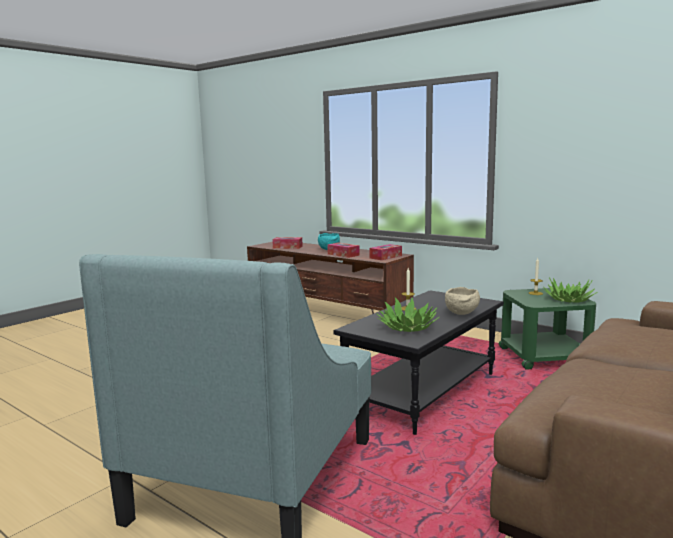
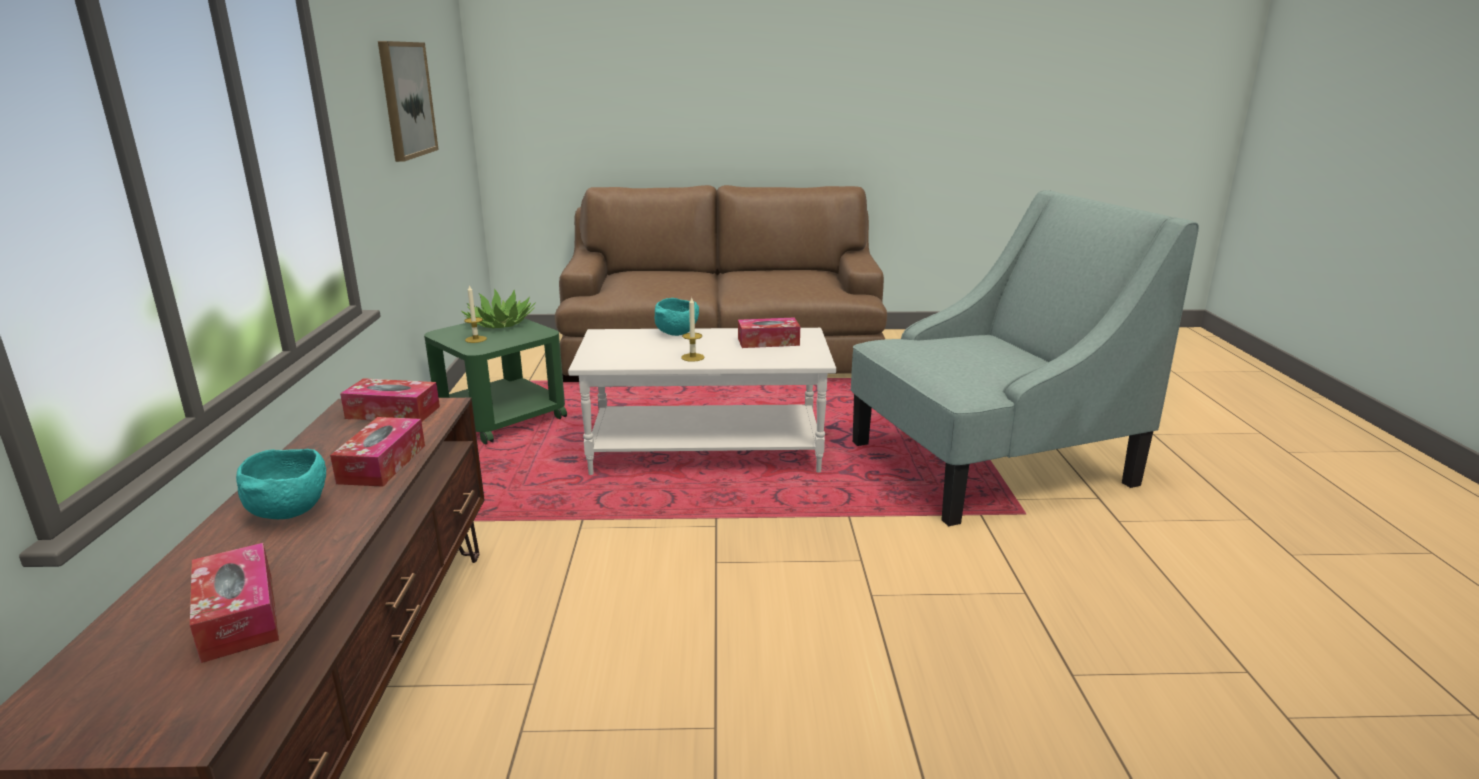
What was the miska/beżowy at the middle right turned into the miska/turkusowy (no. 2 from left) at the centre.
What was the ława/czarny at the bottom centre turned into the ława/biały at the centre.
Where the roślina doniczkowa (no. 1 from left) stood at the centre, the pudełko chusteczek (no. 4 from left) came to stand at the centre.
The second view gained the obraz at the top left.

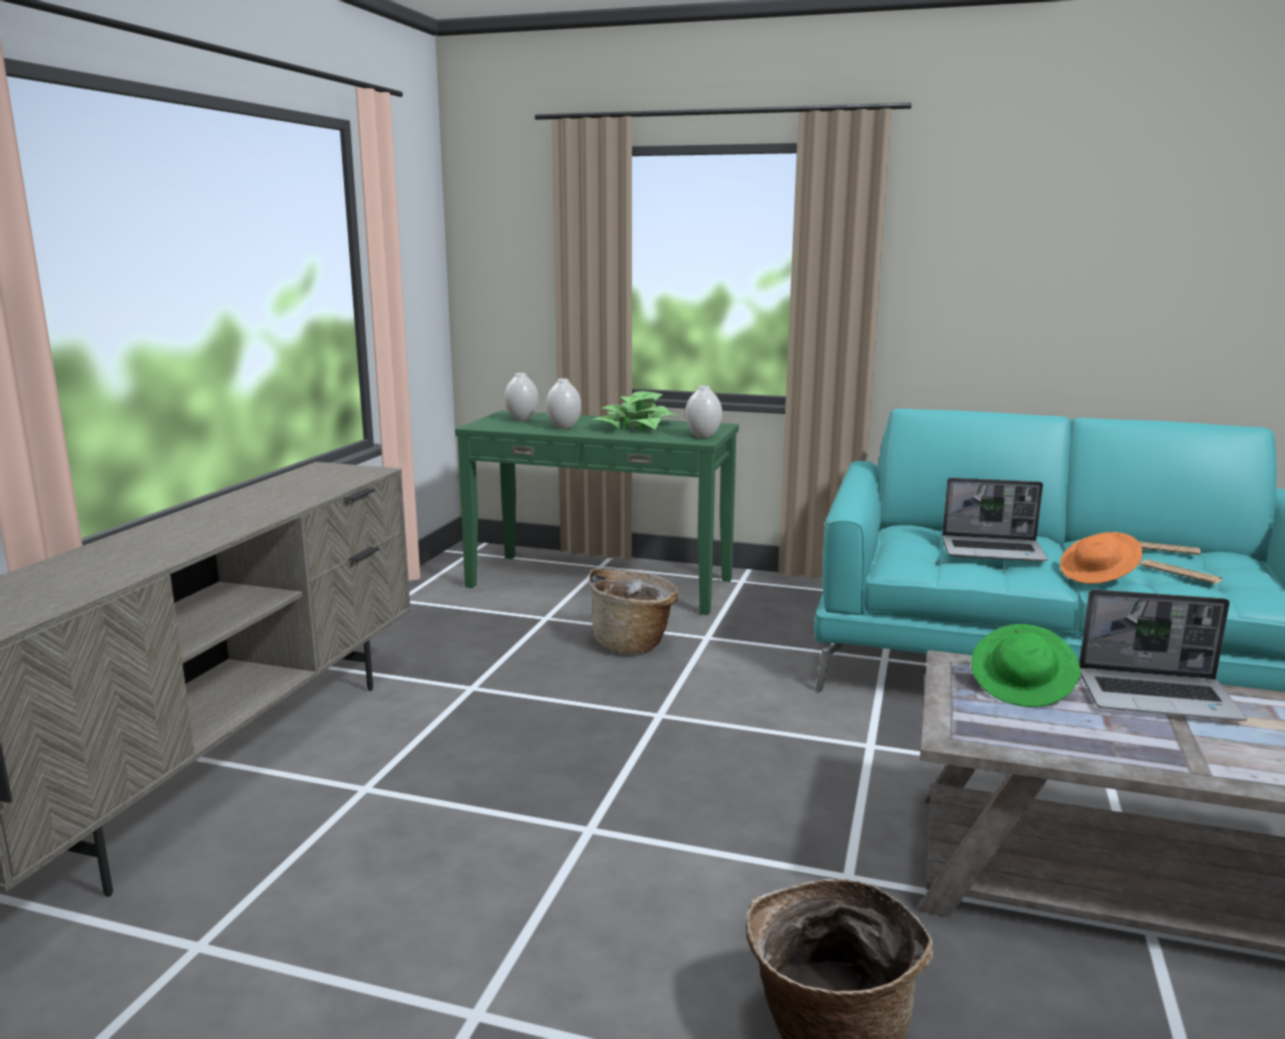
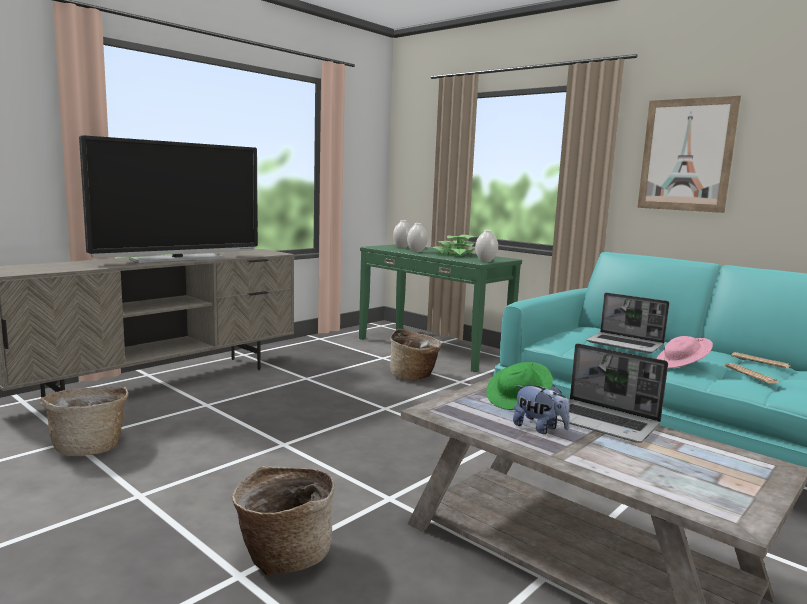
What was the kapelusz/pomarańczowy at the middle right turned into the kapelusz/różowy at the middle right.
The second view gained the obraz at the top right.
The second view gained the telewizor at the top left.
The second view gained the pluszak at the bottom right.
The second view gained the koszyk (no. 1 from left) at the bottom left.

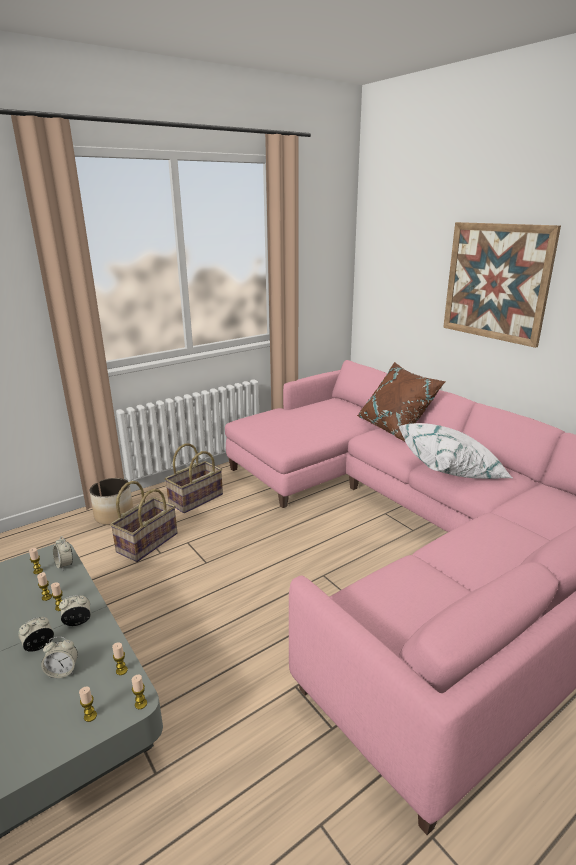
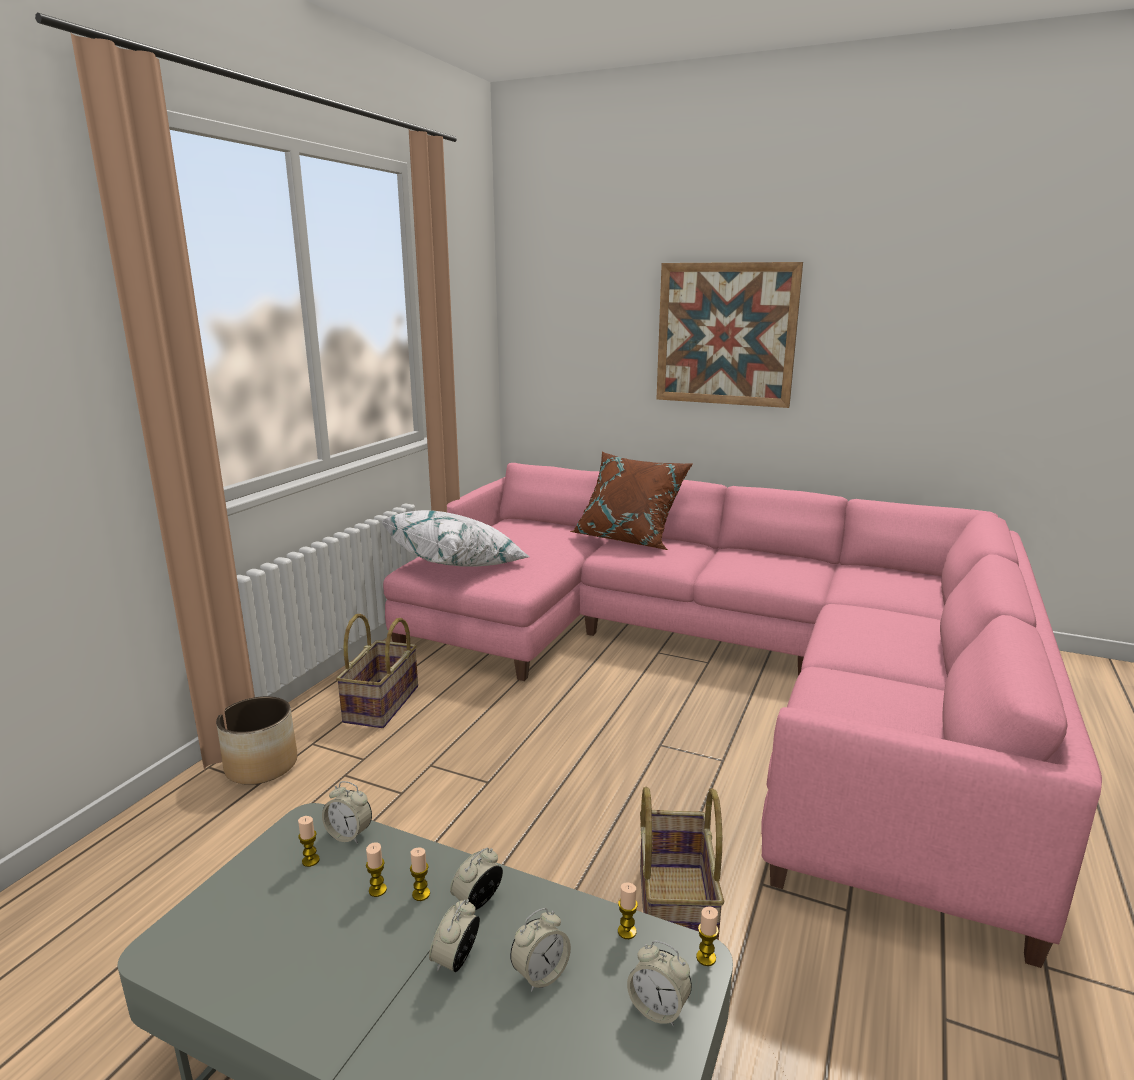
The poduszka/biały ended up elsewhere, having gone from the middle right to the centre.
The koszyk (no. 1 from left in the first image) ended up elsewhere, having gone from the middle left to the bottom centre.
Where the świeca (no. 4 from left) stood at the bottom left, the budzik (no. 5 from left) came to stand at the bottom centre.

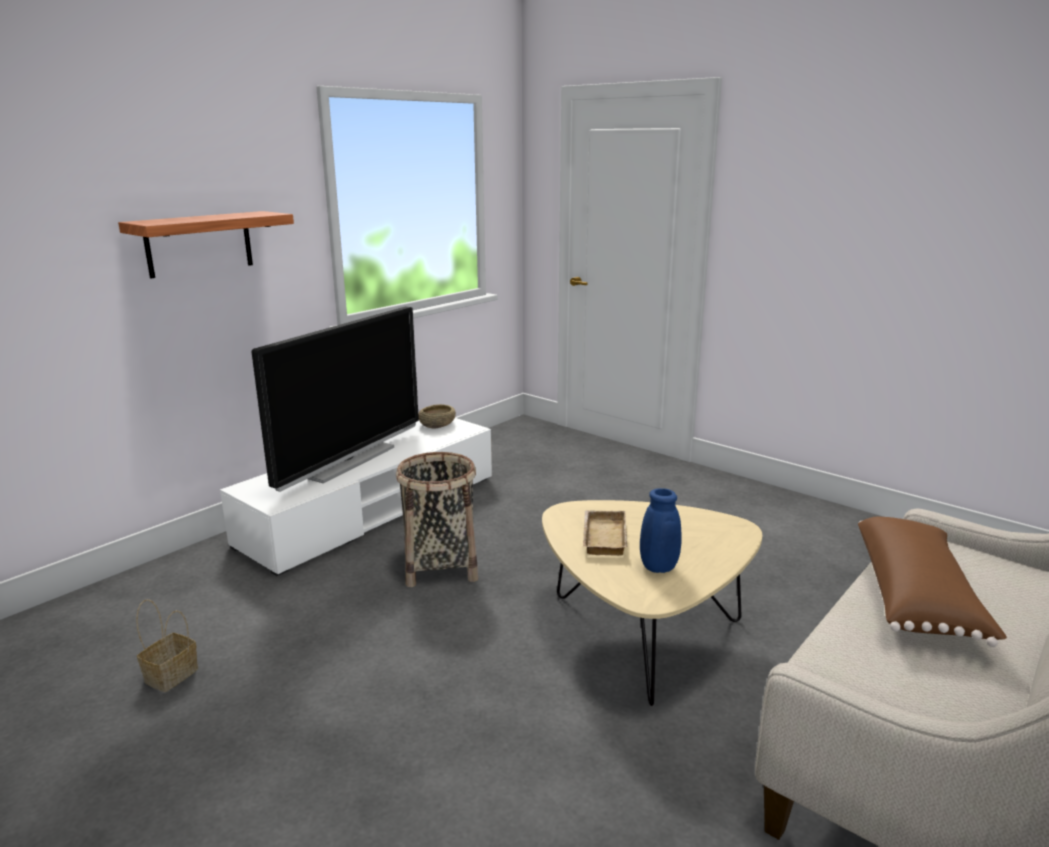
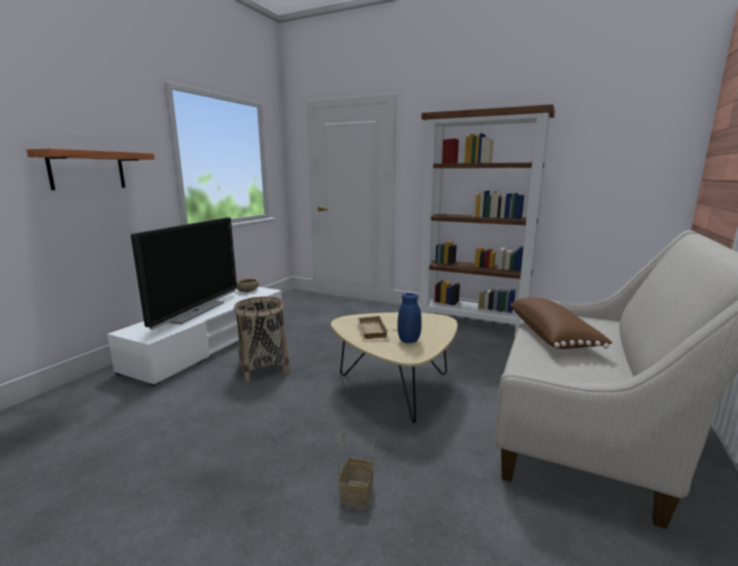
The koszyk (no. 1 from left in the first image) ended up elsewhere, having gone from the bottom left to the bottom centre.
The second view gained the regał/brązowy at the centre.

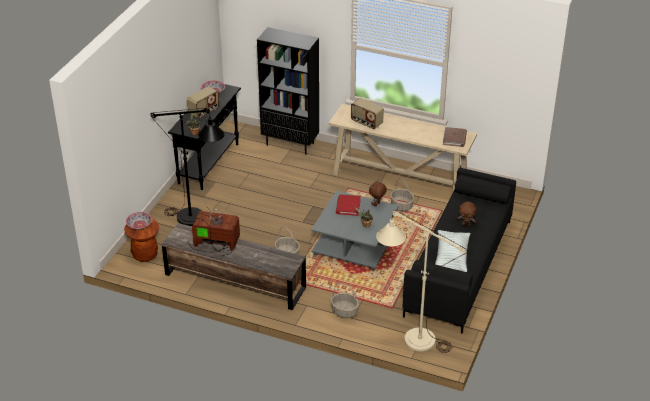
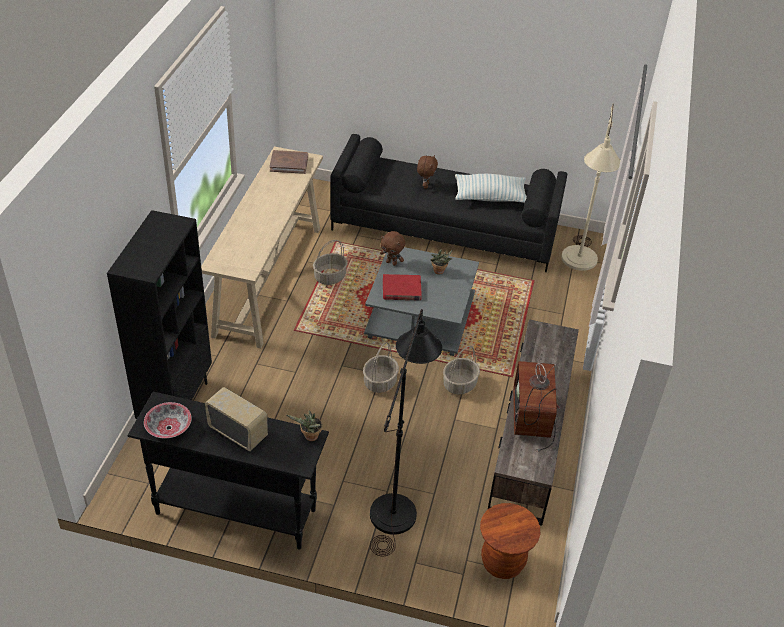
The second view lost the radio (no. 2 from left) at the top centre.
The second view lost the miska (no. 1 from left) at the middle left.
The koszyk (no. 2 from left) ended up elsewhere, having gone from the bottom centre to the centre.

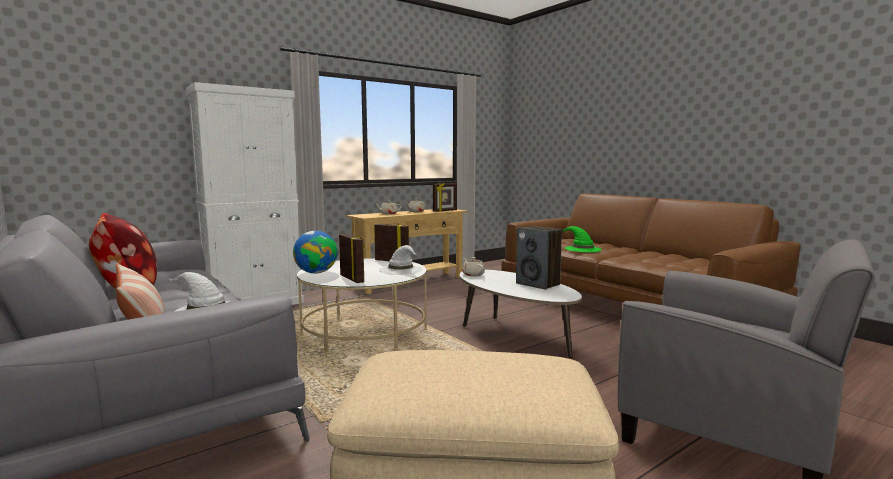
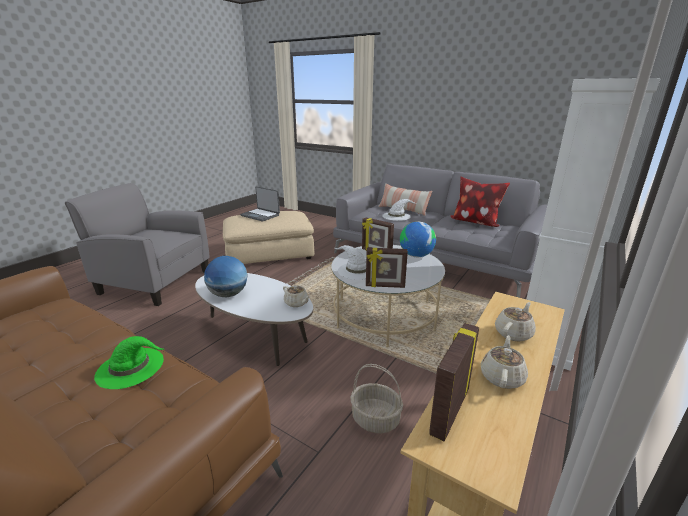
Where the głośnik stood at the centre, the globus (no. 1 from left) came to stand at the middle left.
The second view gained the laptop at the centre.
The second view gained the koszyk at the bottom centre.

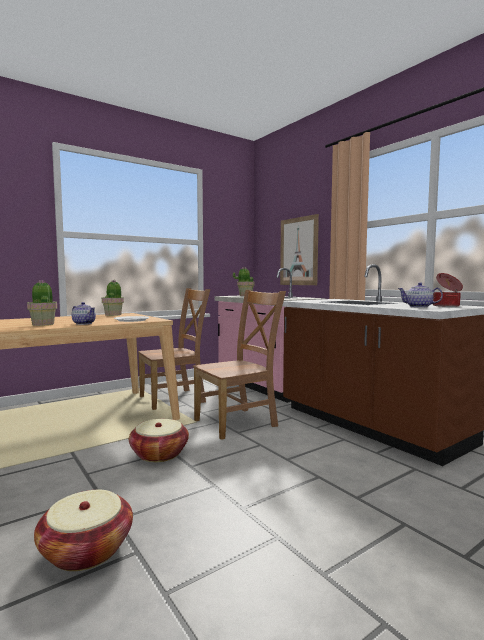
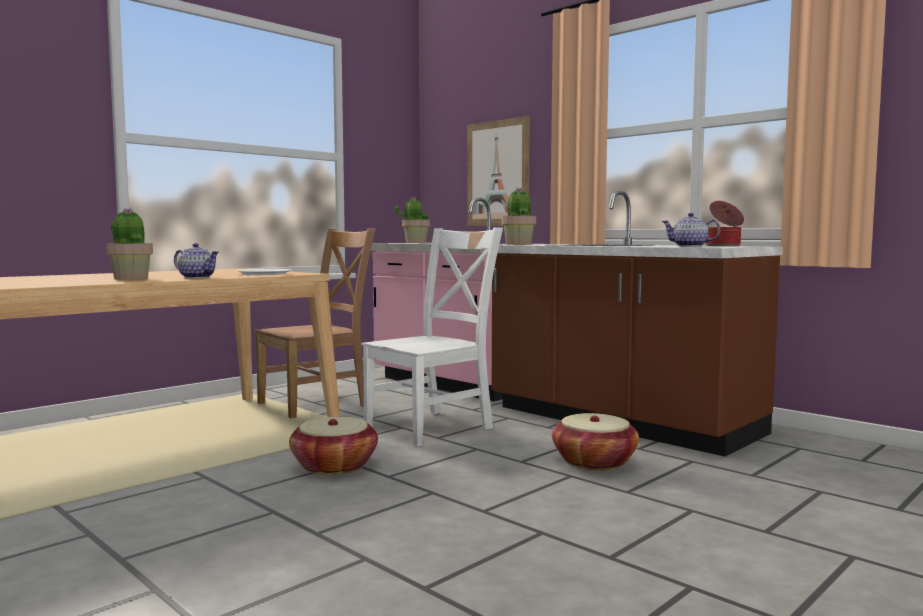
The roślina doniczkowa (no. 2 from left in the first image) ended up elsewhere, having gone from the middle left to the centre.
What was the krzesło/brązowy (no. 2 from left) at the centre turned into the krzesło/biały at the centre.
The koszyk (no. 1 from left in the first image) ended up elsewhere, having gone from the bottom left to the bottom centre.

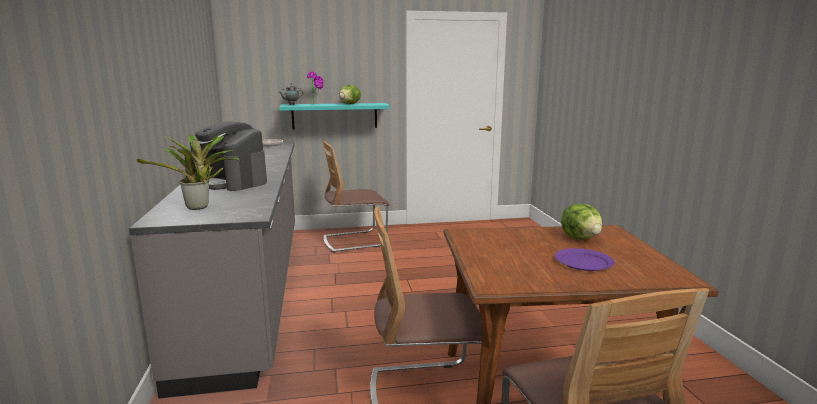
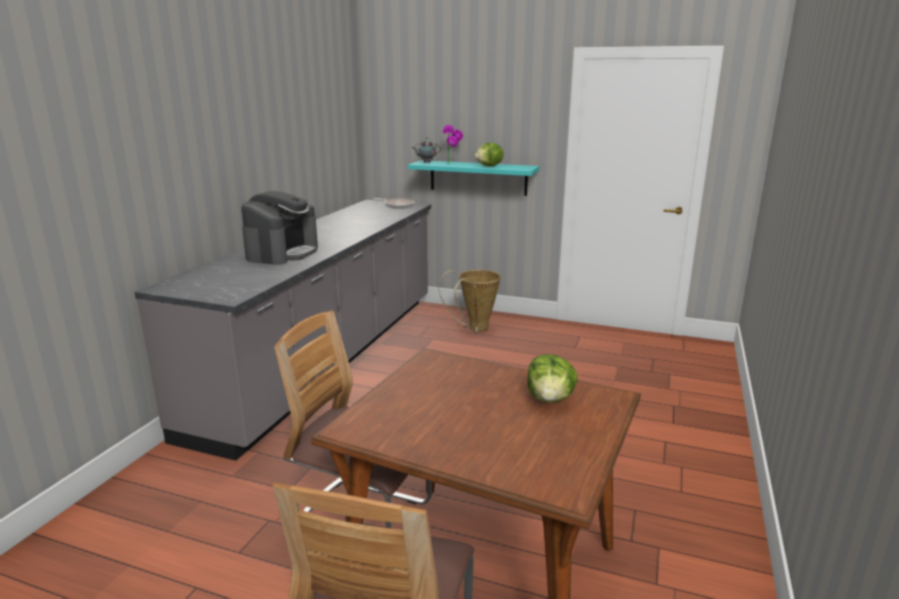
The ekspres do kawy at the middle left ended up facing another way, 135 degrees counterclockwise from before.
The second view lost the roślina doniczkowa (no. 1 from left) at the middle left.
Where the krzesło (no. 1 from left) stood at the centre, the koszyk came to stand at the centre.
The second view lost the talerz/fioletowy at the middle right.

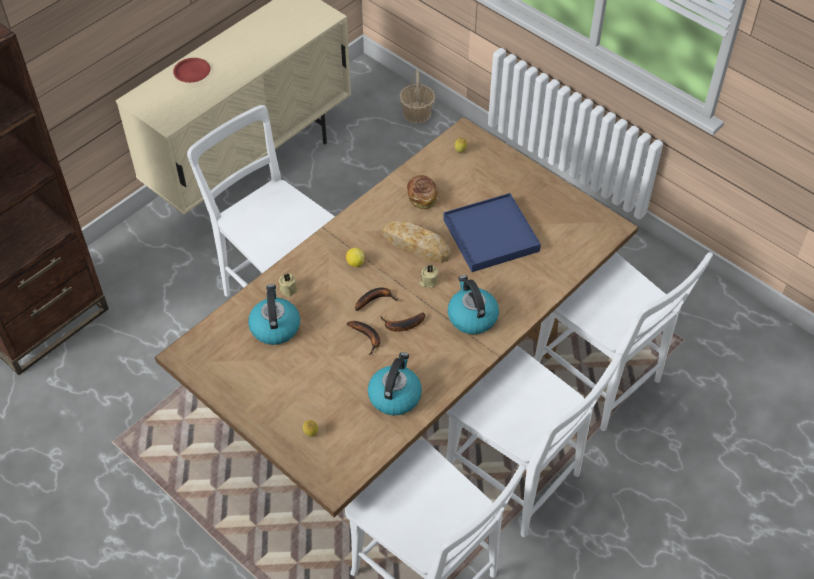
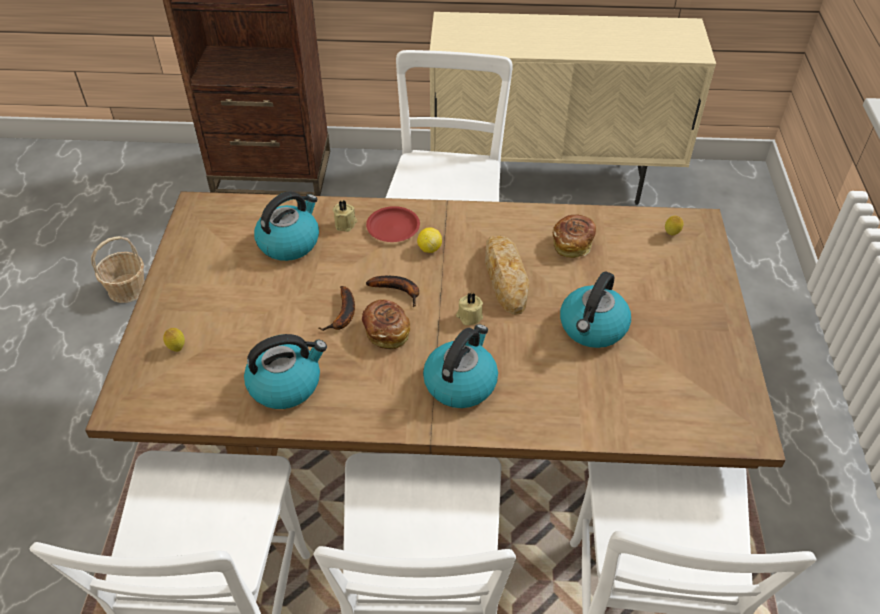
The talerz/czerwony ended up elsewhere, having gone from the top left to the centre.
The koszyk ended up elsewhere, having gone from the top centre to the middle left.
Where the taca/niebieski stood at the centre, the czajnik (no. 4 from left) came to stand at the middle right.
Where the banan (no. 3 from left) stood at the centre, the chleb (no. 1 from left) came to stand at the centre.

